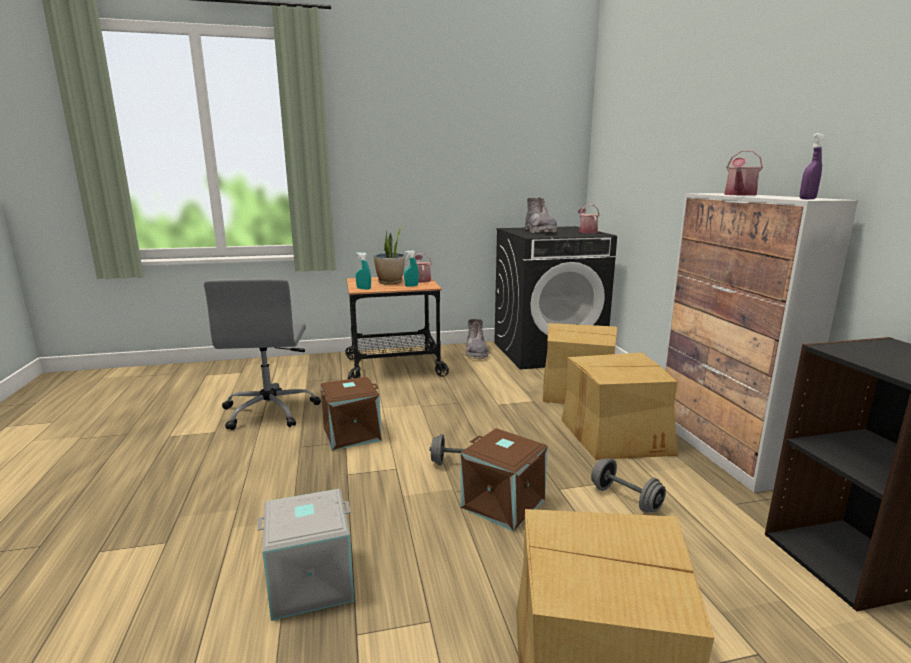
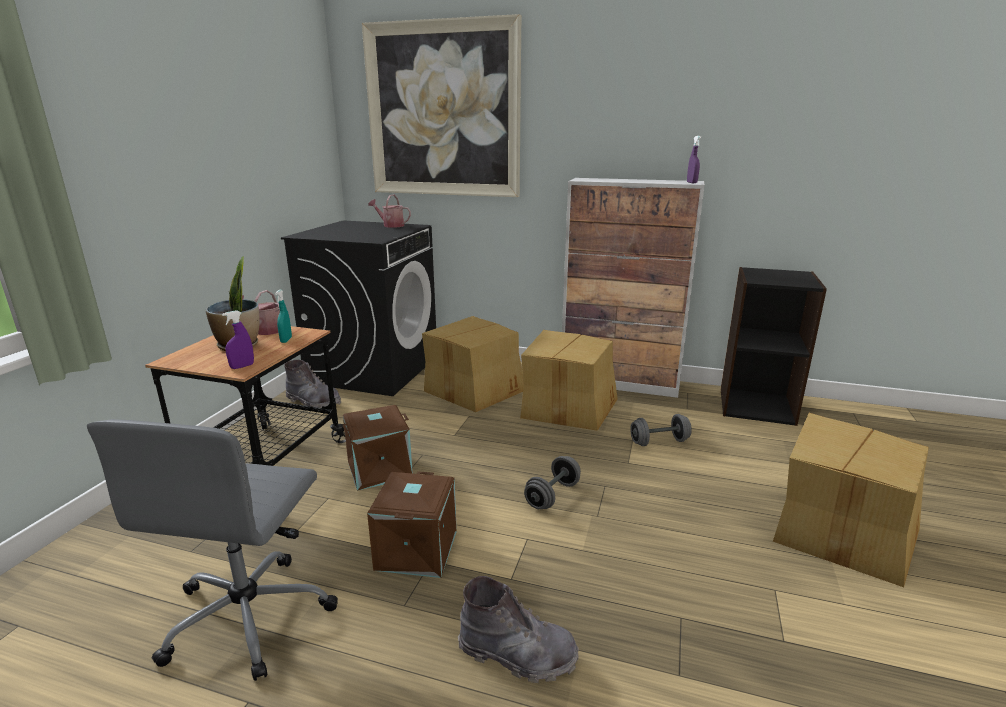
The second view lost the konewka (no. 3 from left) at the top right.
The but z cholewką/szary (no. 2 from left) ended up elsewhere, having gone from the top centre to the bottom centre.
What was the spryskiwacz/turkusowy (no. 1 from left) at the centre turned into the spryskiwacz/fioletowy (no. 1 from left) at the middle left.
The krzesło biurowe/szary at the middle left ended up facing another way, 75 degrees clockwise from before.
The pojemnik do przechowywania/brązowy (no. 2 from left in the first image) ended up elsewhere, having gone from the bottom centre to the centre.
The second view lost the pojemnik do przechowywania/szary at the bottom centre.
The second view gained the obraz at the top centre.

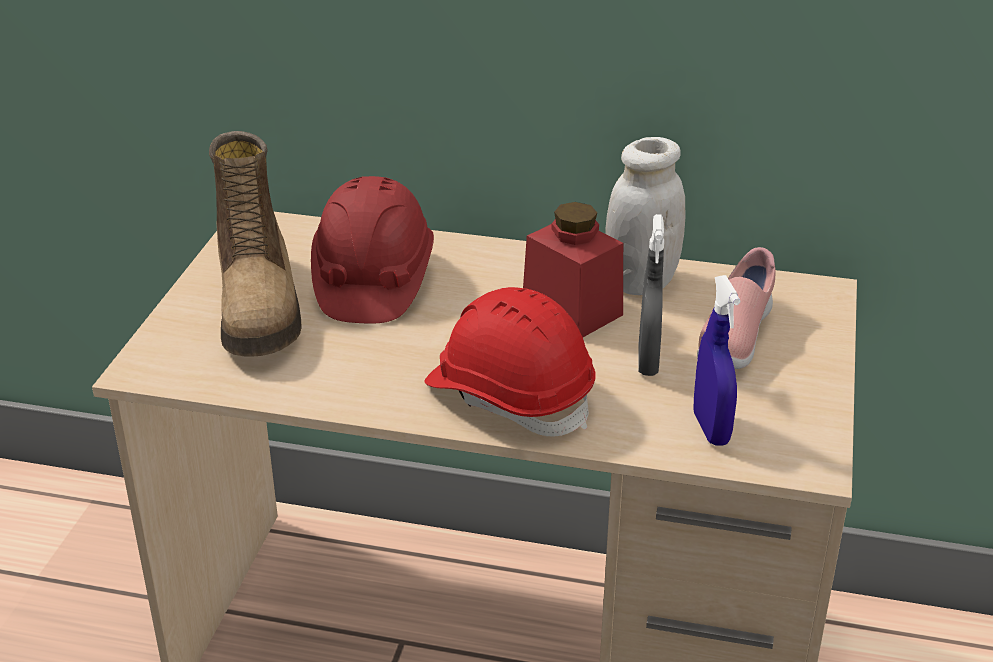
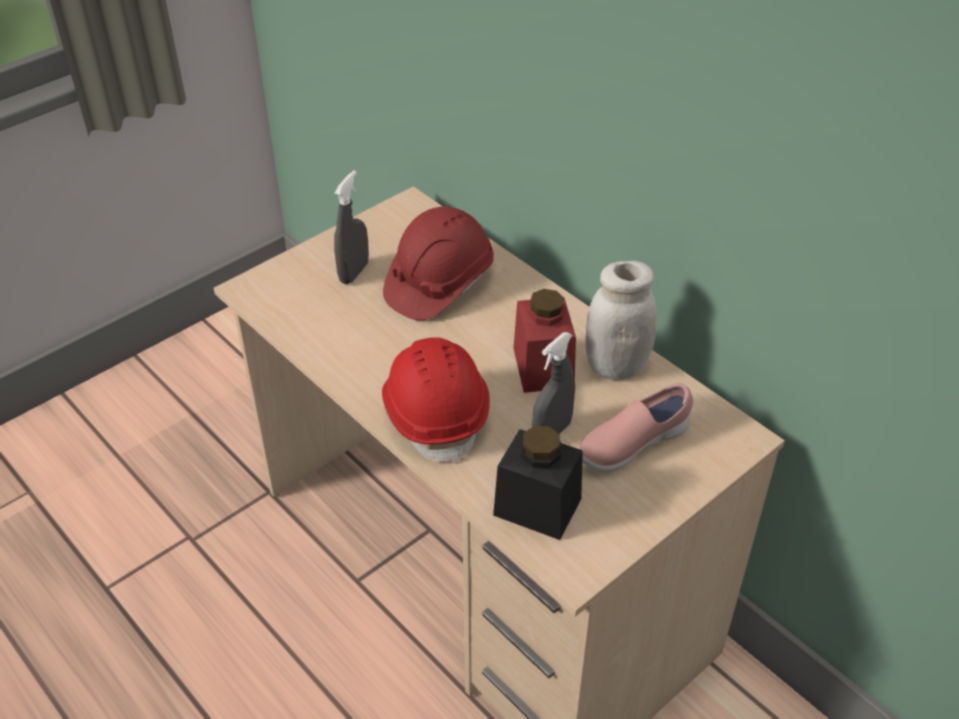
Where the but z cholewką stood at the middle left, the spryskiwacz/szary (no. 1 from left) came to stand at the top centre.
Where the spryskiwacz/niebieski stood at the middle right, the słoik/czarny came to stand at the bottom centre.

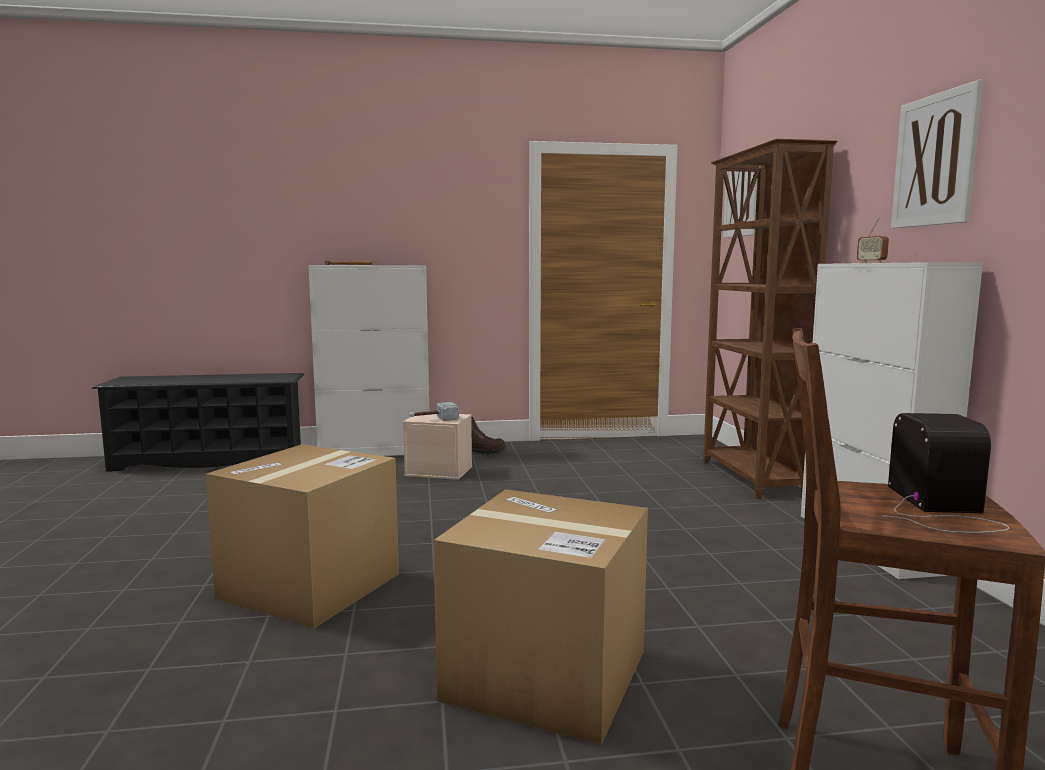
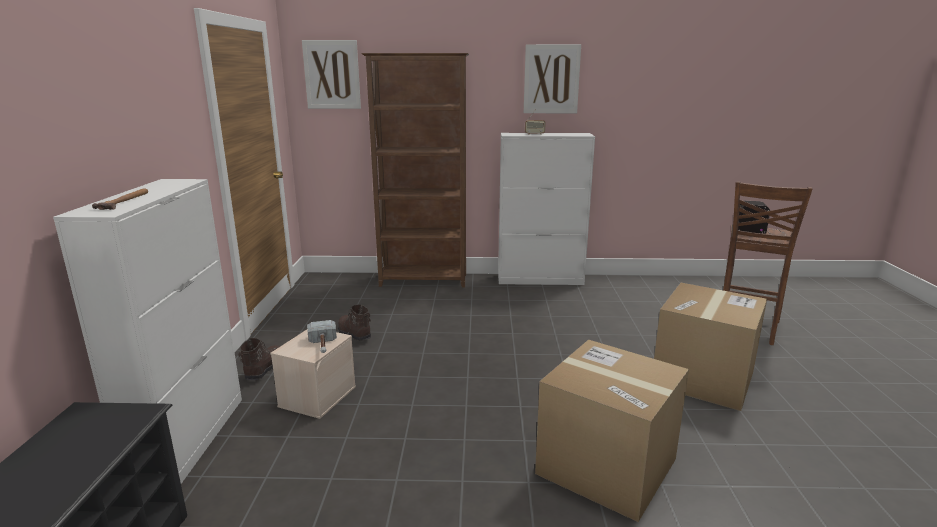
The second view gained the but z cholewką/brązowy (no. 2 from left) at the centre.

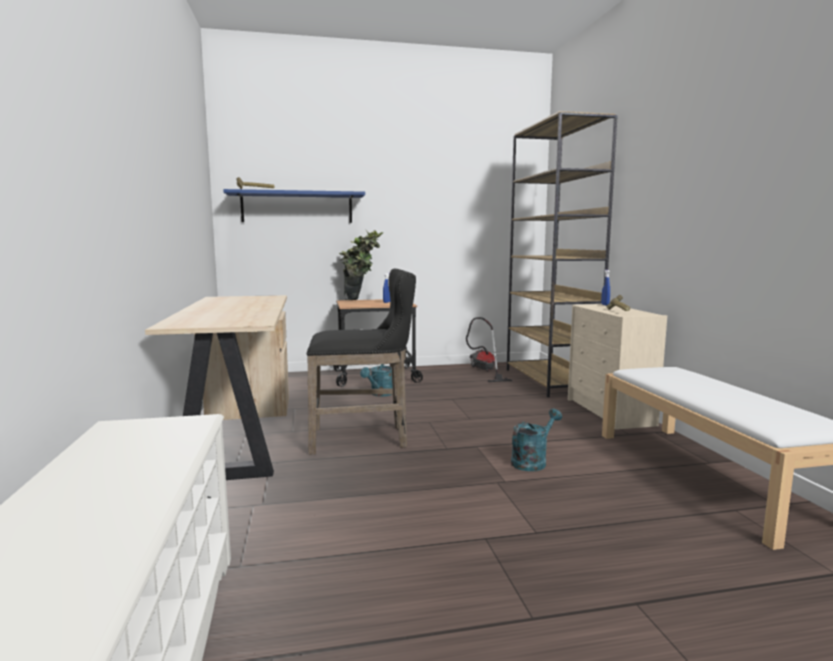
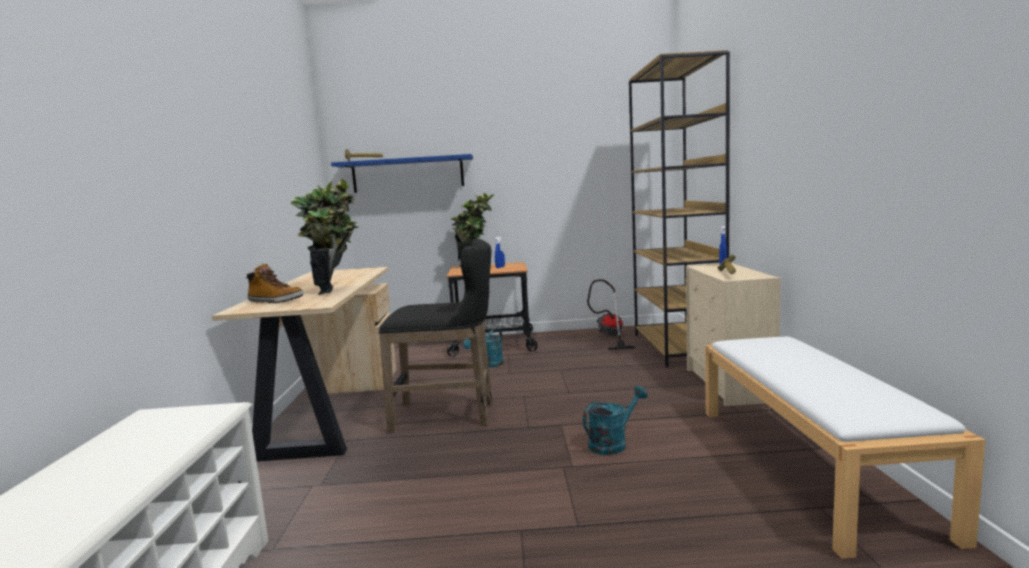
The second view gained the roślina doniczkowa (no. 1 from left) at the middle left.
The second view gained the but z cholewką at the middle left.

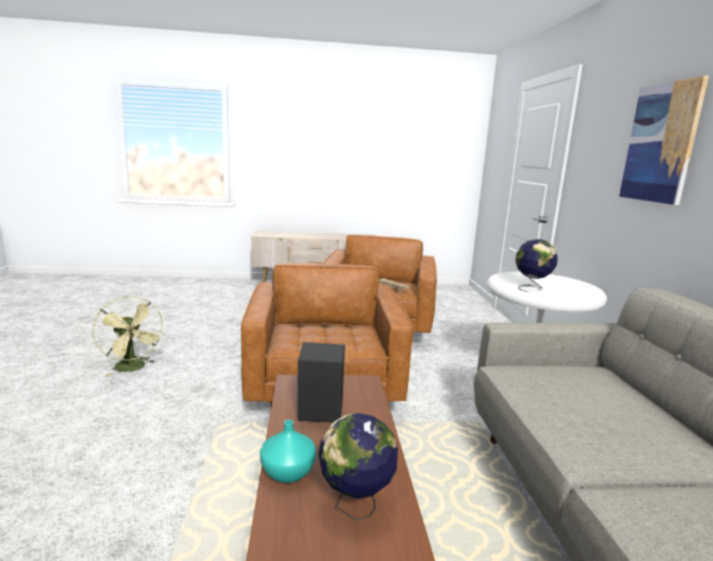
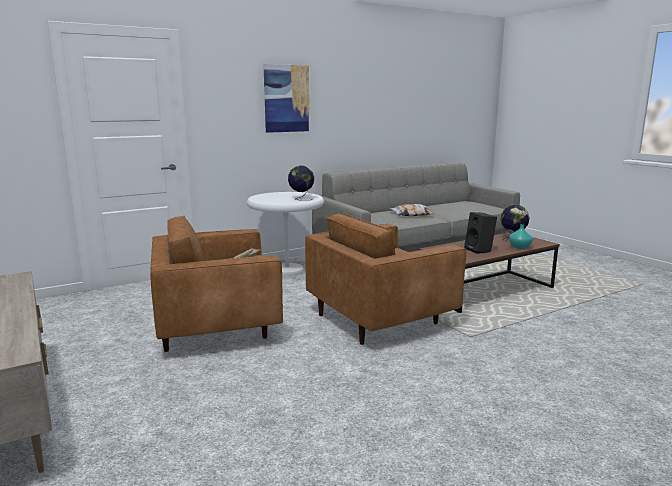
The second view lost the wentylator/zielony at the middle left.
The second view gained the poduszka at the centre.

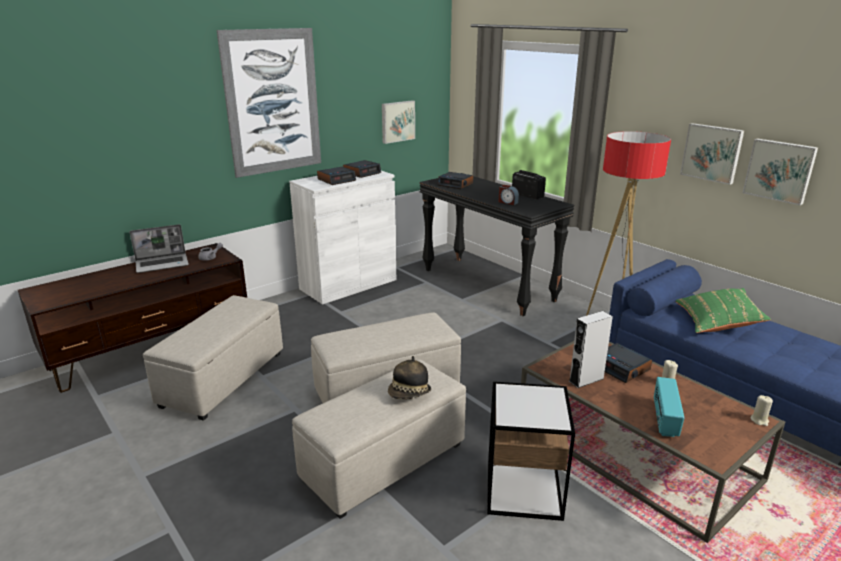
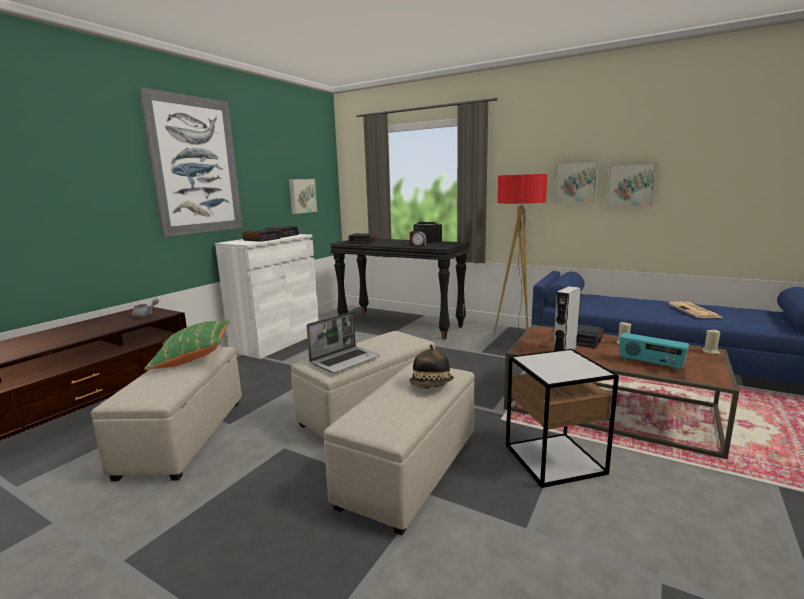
The laptop ended up elsewhere, having gone from the middle left to the centre.
The poduszka/zielony ended up elsewhere, having gone from the middle right to the middle left.
The radio (no. 2 from left) at the bottom right ended up facing another way, 45 degrees counterclockwise from before.
The second view gained the gazeta at the middle right.

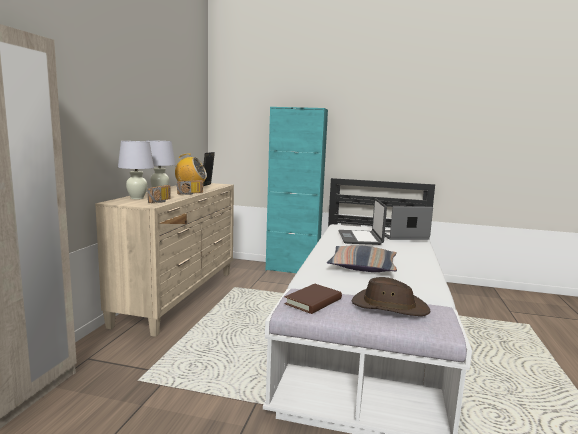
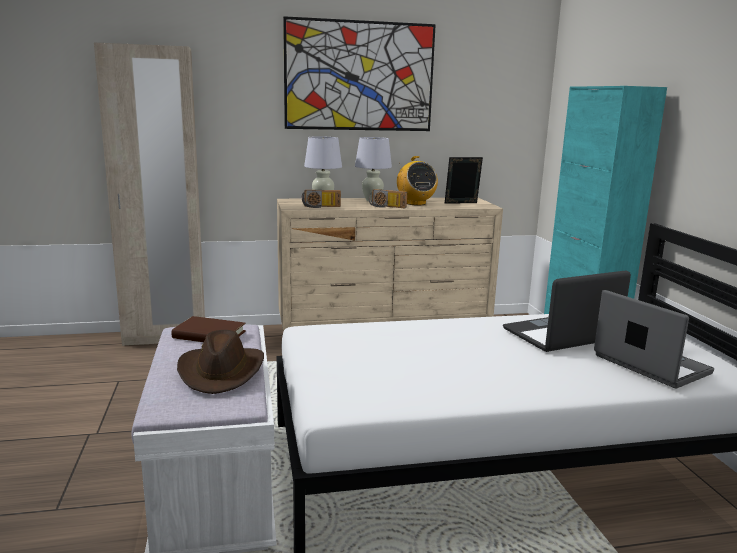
The second view lost the poduszka at the centre.
The second view gained the obraz at the top centre.

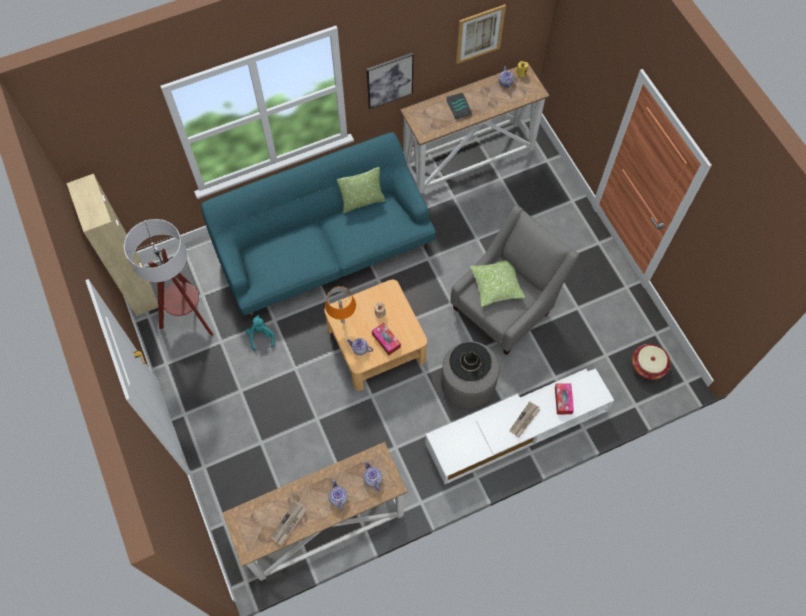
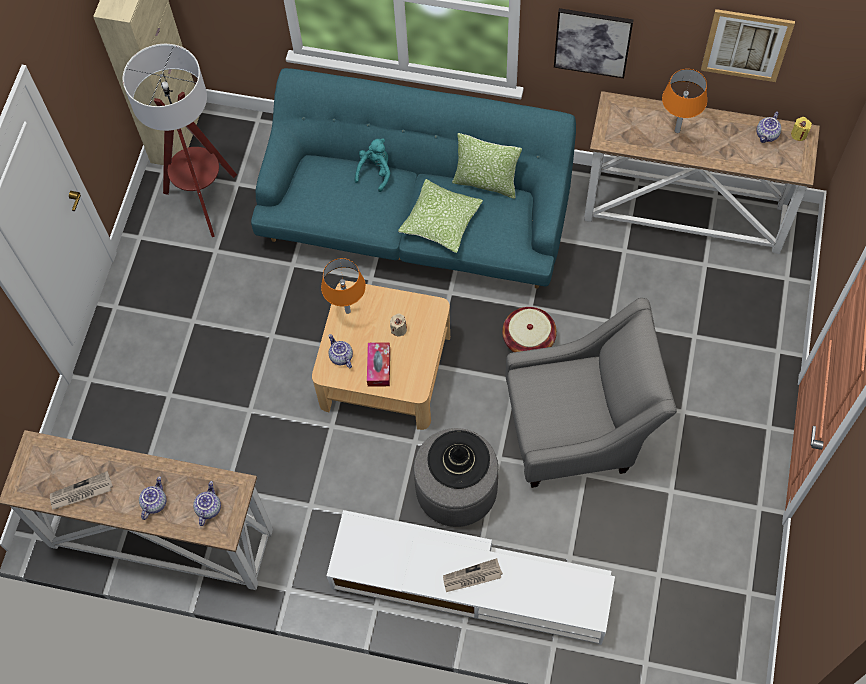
Where the książka stood at the top centre, the lampa stołowa/pomarańczowy (no. 2 from left) came to stand at the top right.
The poduszka (no. 2 from left in the first image) ended up elsewhere, having gone from the centre to the top centre.
The pluszak/turkusowy ended up elsewhere, having gone from the middle left to the top centre.
The koszyk ended up elsewhere, having gone from the middle right to the centre.
The second view lost the pudełko chusteczek (no. 2 from left) at the middle right.

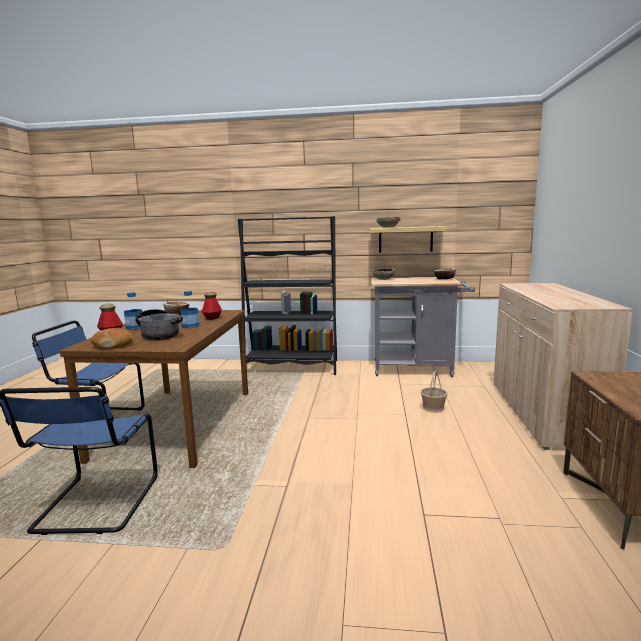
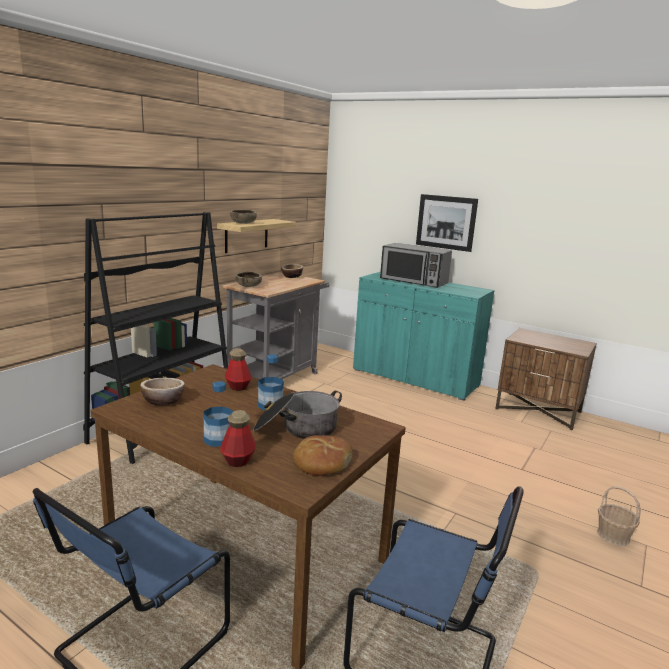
What was the szafka/beżowy at the middle right turned into the szafka/turkusowy at the centre.
The koszyk ended up elsewhere, having gone from the middle right to the bottom right.
The second view gained the obraz at the middle right.
The second view gained the mikrofalówka at the centre.

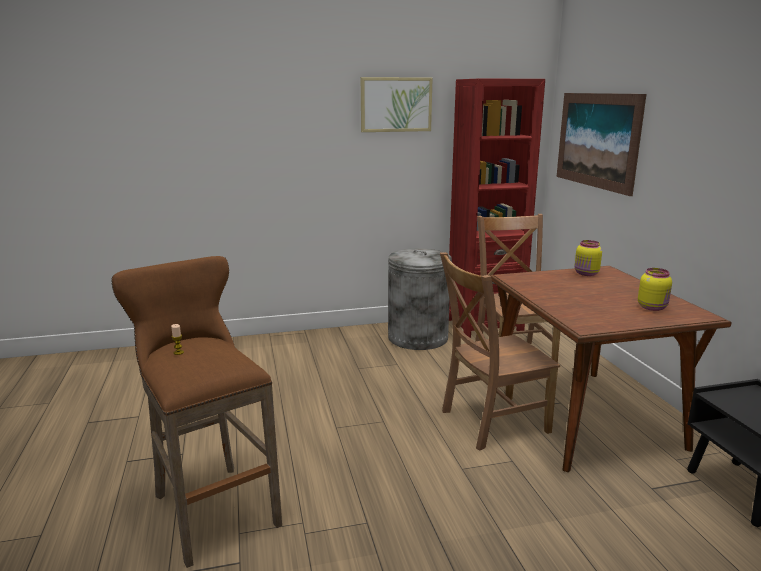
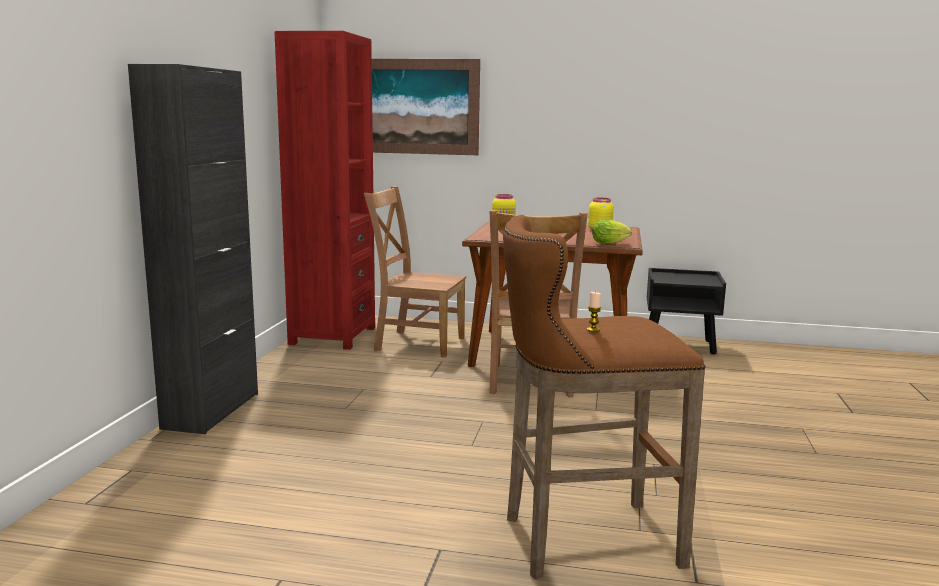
The second view lost the obraz (no. 1 from left) at the top centre.
The second view lost the kosz na śmieci/szary at the centre.
The second view gained the szafka/czarny at the middle left.
The second view gained the sałata at the centre.

